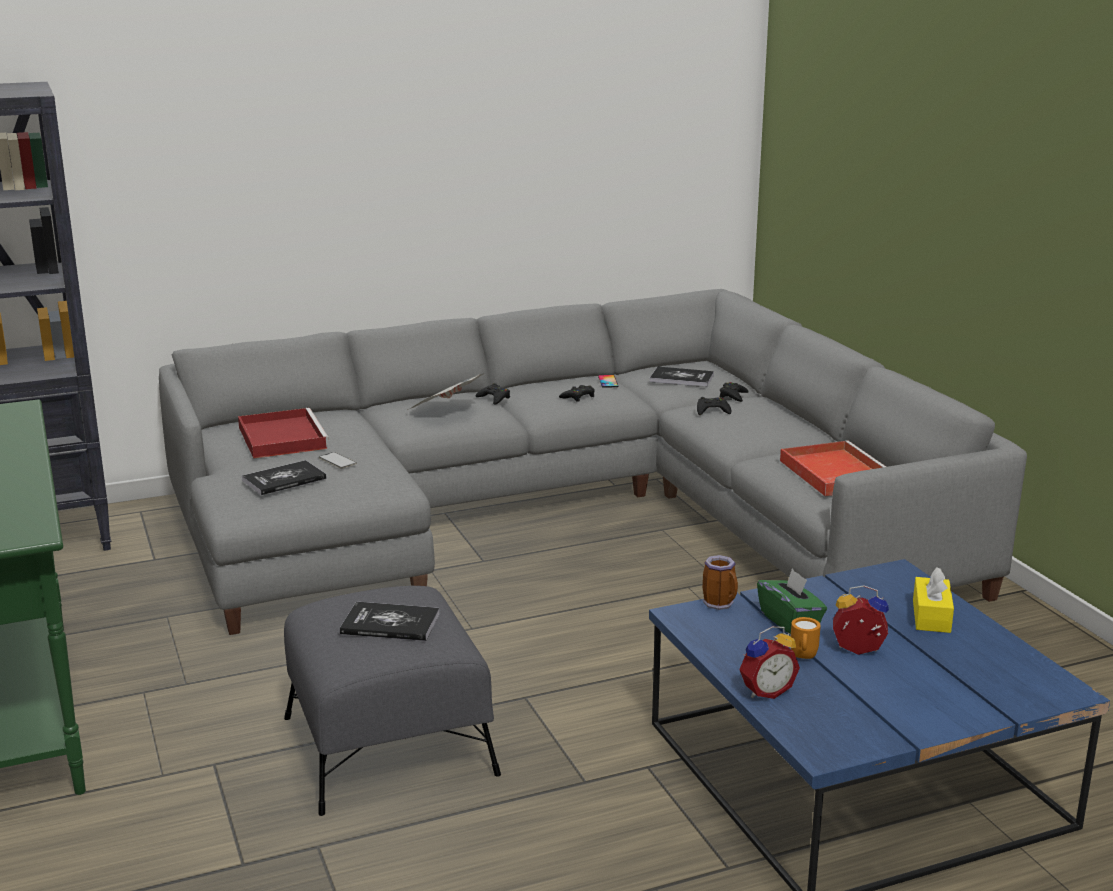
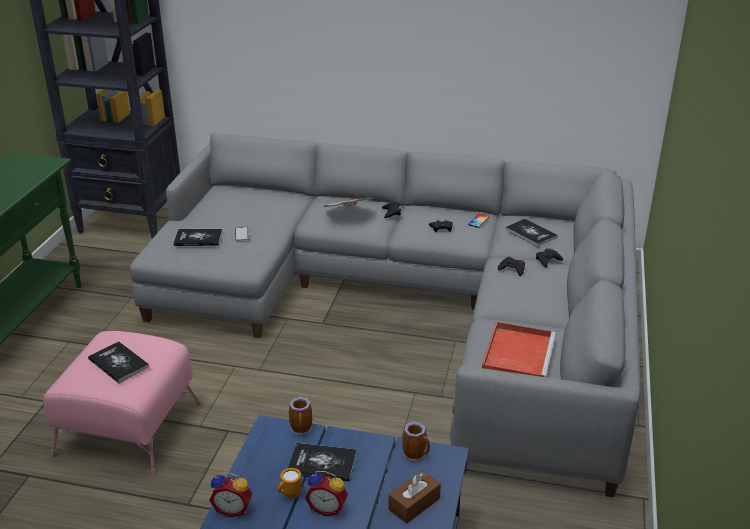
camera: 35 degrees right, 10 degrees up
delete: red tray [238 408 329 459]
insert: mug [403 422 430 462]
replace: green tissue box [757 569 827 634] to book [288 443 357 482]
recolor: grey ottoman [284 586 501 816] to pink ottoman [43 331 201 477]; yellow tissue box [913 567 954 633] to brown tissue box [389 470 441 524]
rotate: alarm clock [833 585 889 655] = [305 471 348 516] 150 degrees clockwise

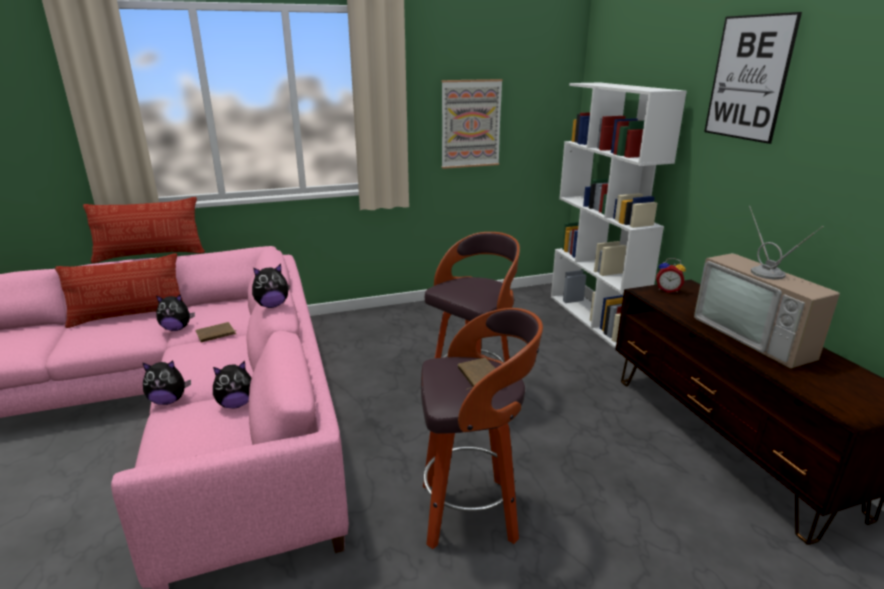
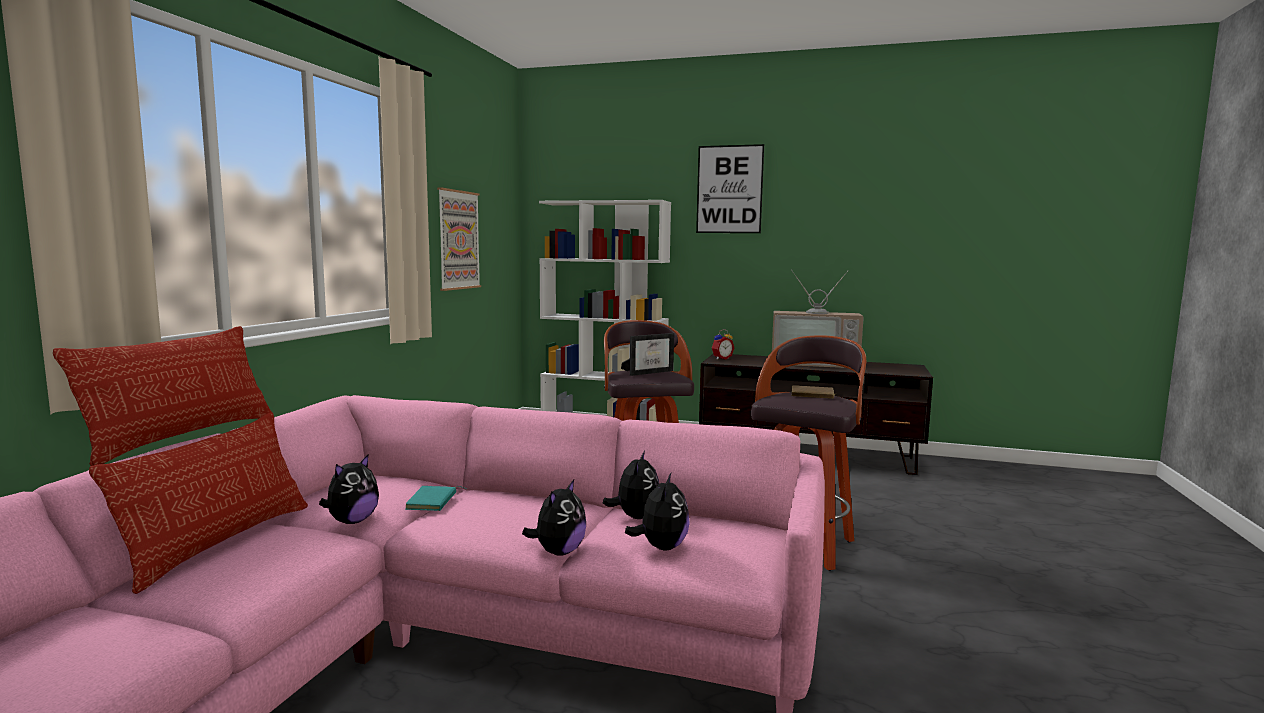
camera: 55 degrees left, 15 degrees down
insert: picture frame [621 333 674 376]
move: plush toy [252 264 290 308] to [625 473 690 550]
recolor: brown book [195 322 236 342] to turquoise book [405 486 466 511]

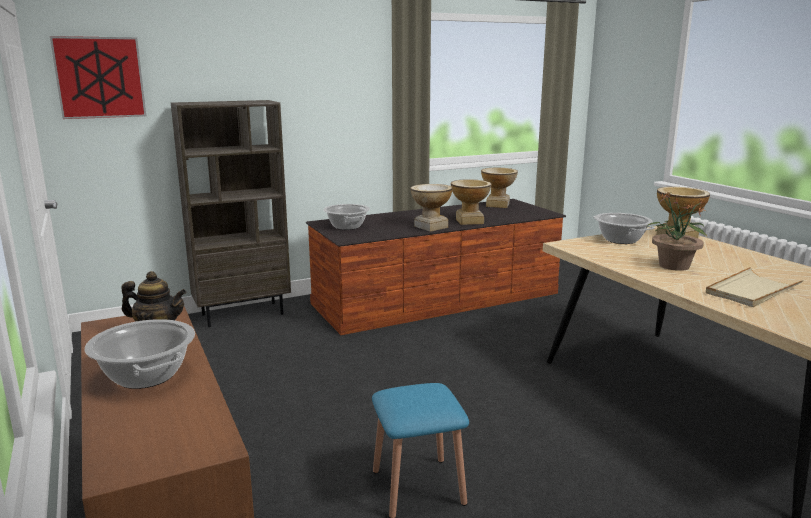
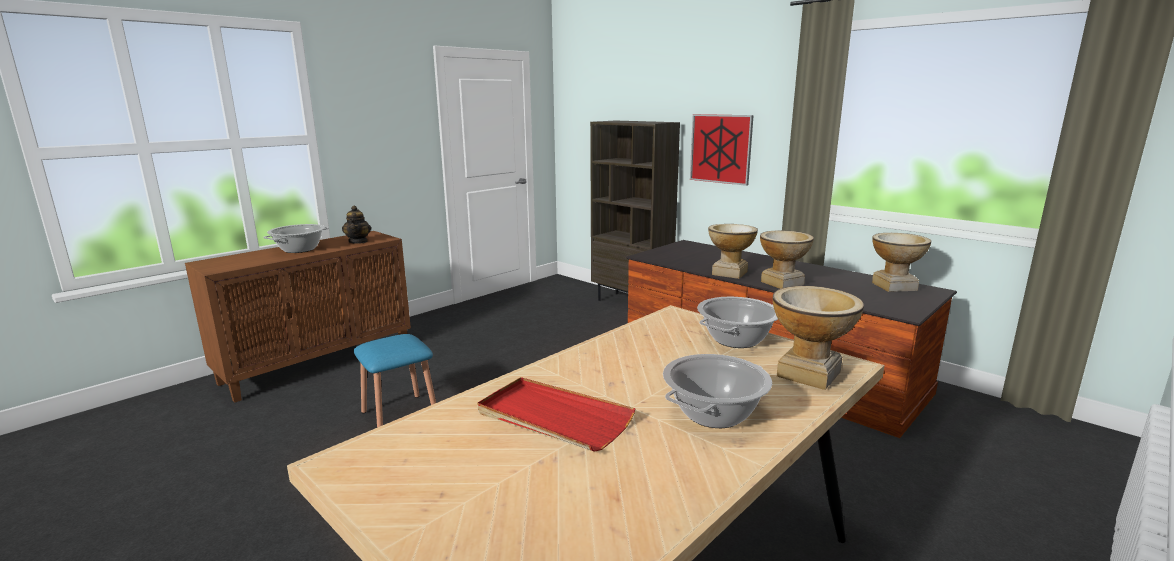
camera: 70 degrees right, 0 degrees up
delete: potted plant [647 191 708 271]
move: picture [50 36 146 119] to [690 114 754 186]; cooking pot [323 204 370 230] to [663 354 772 428]
recolor: beige tray [706 267 804 307] to red tray [477 377 636 452]

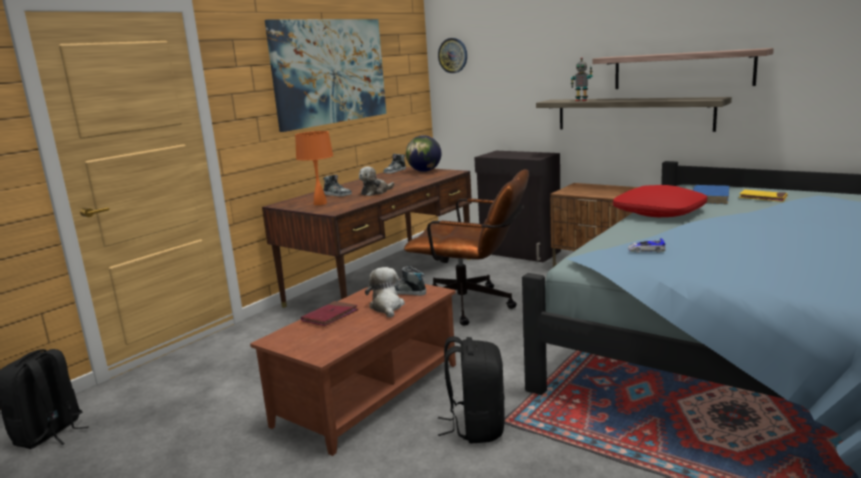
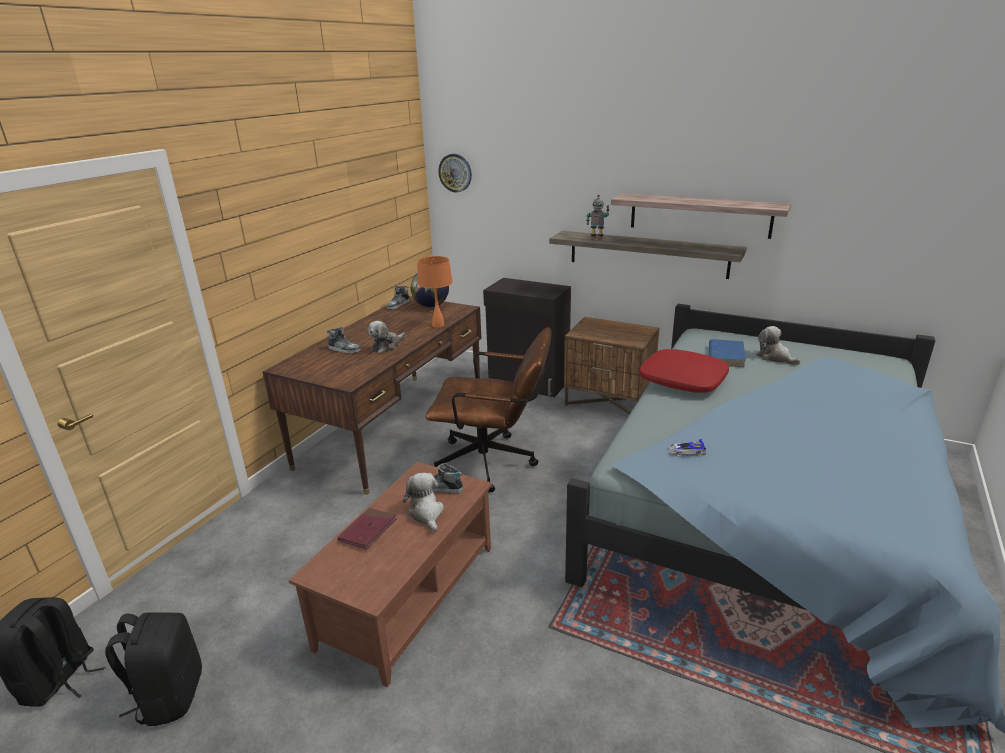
camera: 10 degrees left, 10 degrees up
delete: picture [265 19 386 132]
move: orange table lamp [295 131 333 205] to [417 256 453 328]; black backpack [438 336 505 444] to [105 612 202 726]
replace: yellow book [739 189 788 202] to plush toy [756 326 800 365]

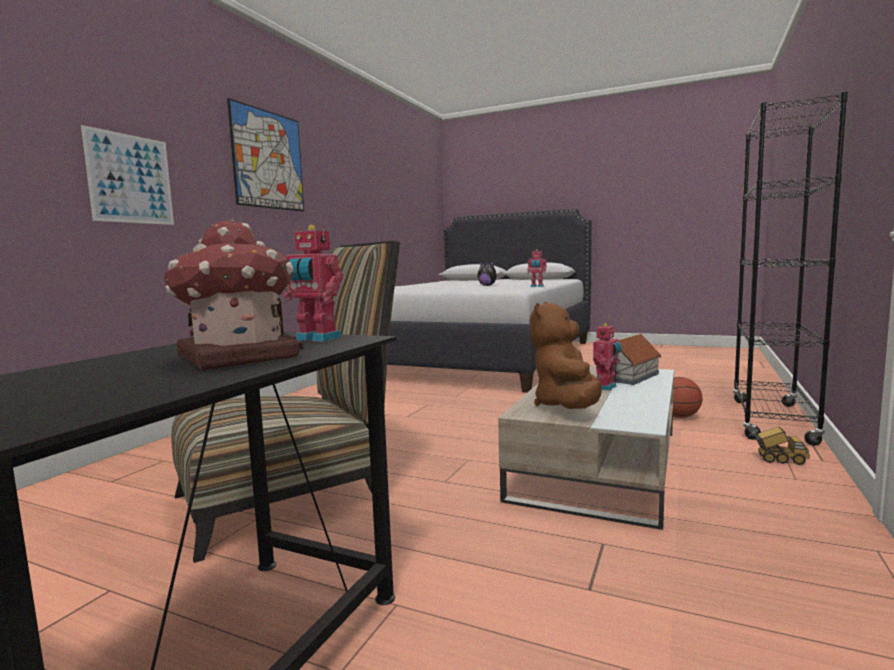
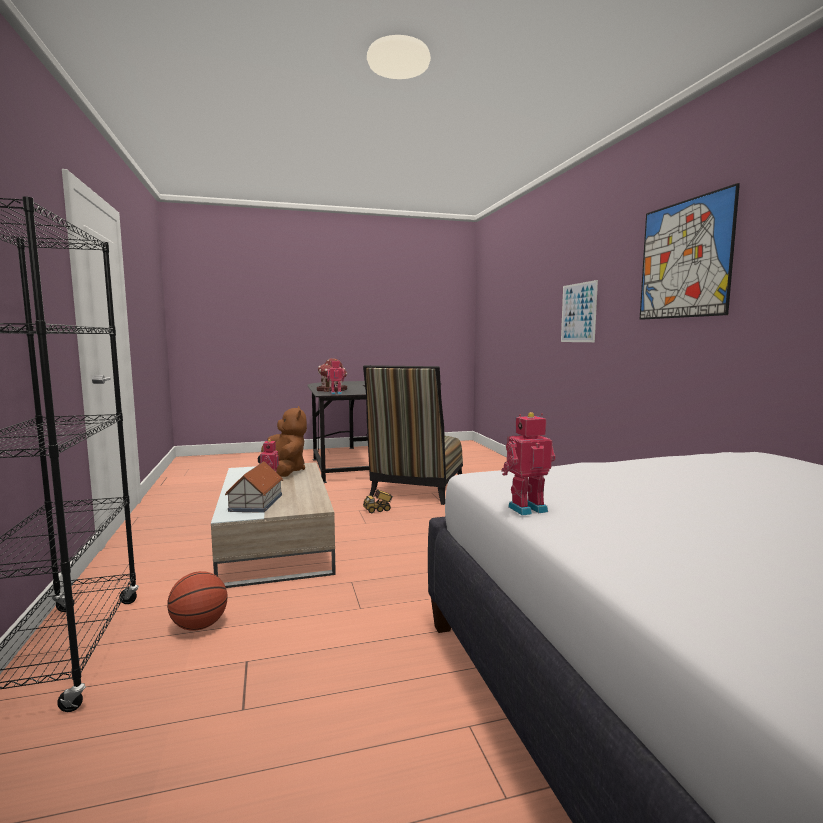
camera: 140 degrees right, 0 degrees up
delete: plush toy [477 261 500 286]
move: toy truck [755 427 810 465] to [363 489 392 513]

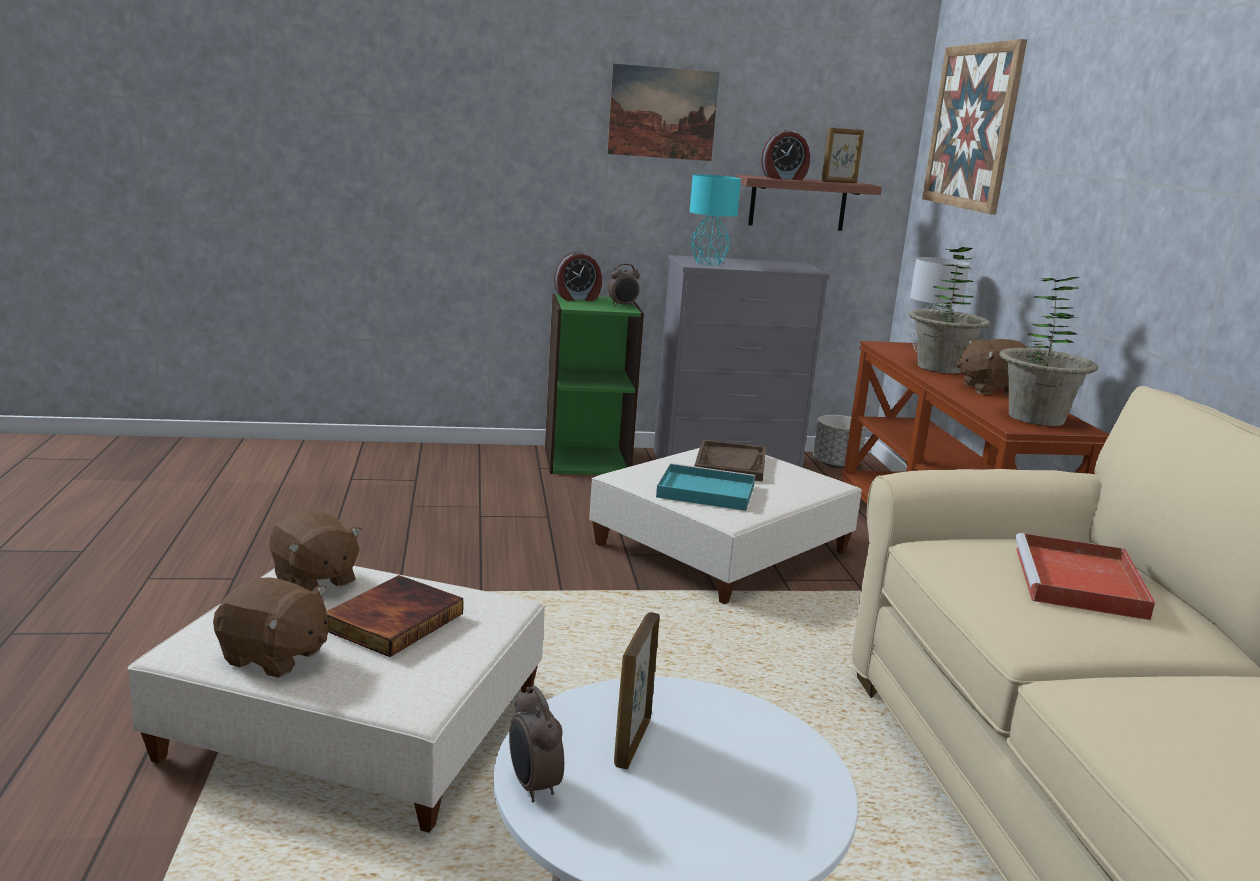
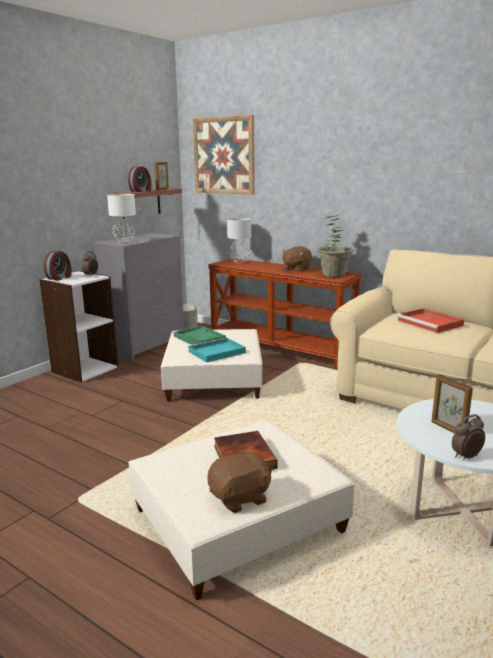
camera: 45 degrees left, 0 degrees up
delete: brown plush toy [269 511 362 591]; picture [607 63 720 161]; potted plant [909 247 990 374]
recolor: green bookcase [545 294 644 475] to white bookcase [39 271 118 382]; turquoise table lamp [690 174 741 265] to white table lamp [107 194 136 243]; brown tray [694 439 766 482] to green tray [174 326 226 345]
rotate: alarm clock [509 686 564 802] = [452 414 485 461] 135 degrees clockwise

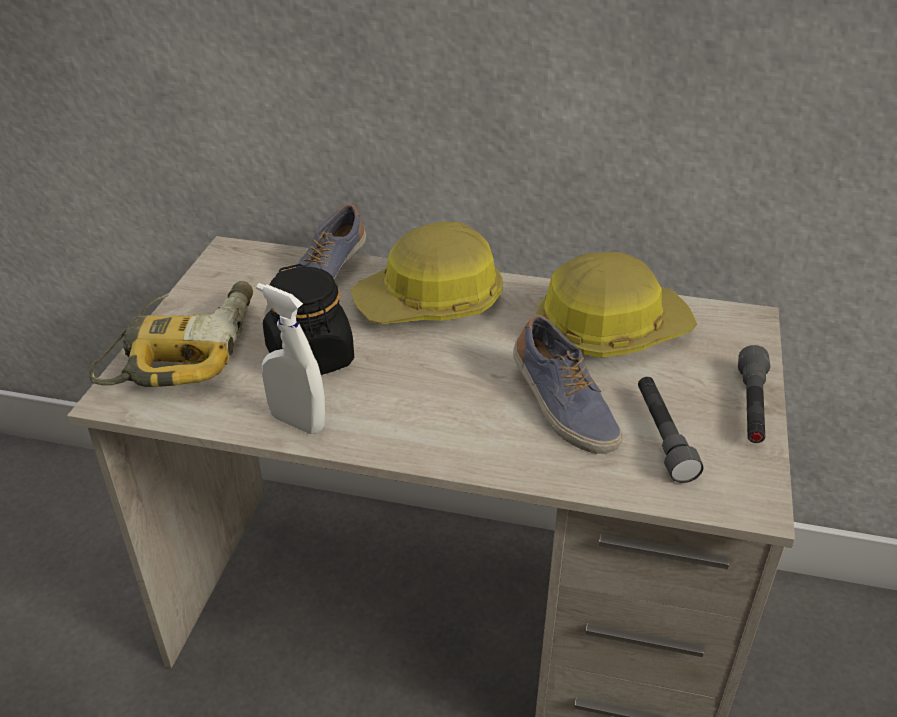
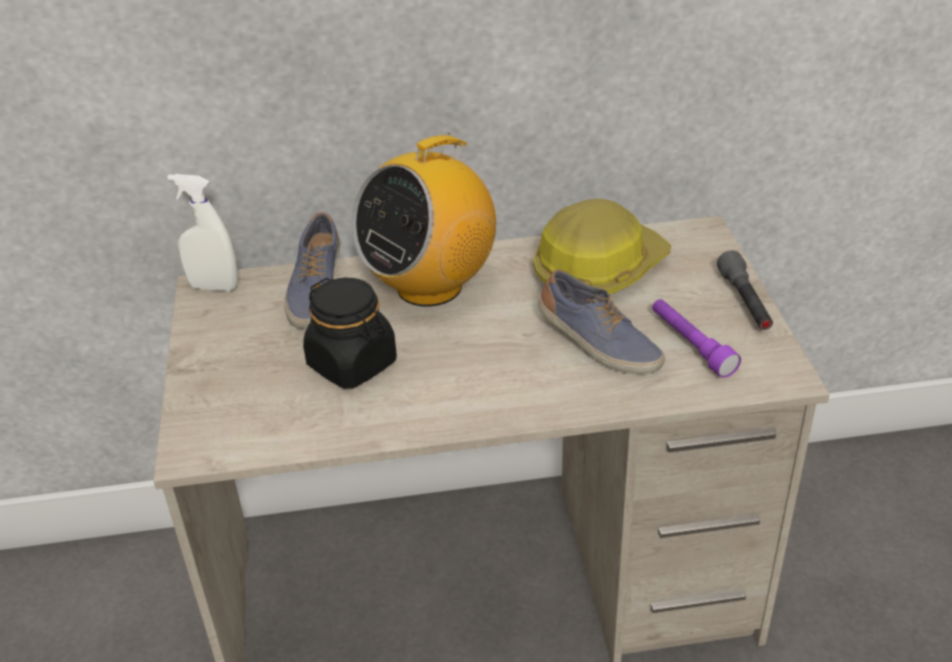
camera: 20 degrees left, 0 degrees up
delete: power drill [89 281 253 387]
move: white spray bottle [256 283 325 434] to [167 174 238 291]
replace: hard hat [351 221 503 324] to radio [351 133 496 307]
recolor: grey flashlight [638 377 703 483] to purple flashlight [652 299 741 378]

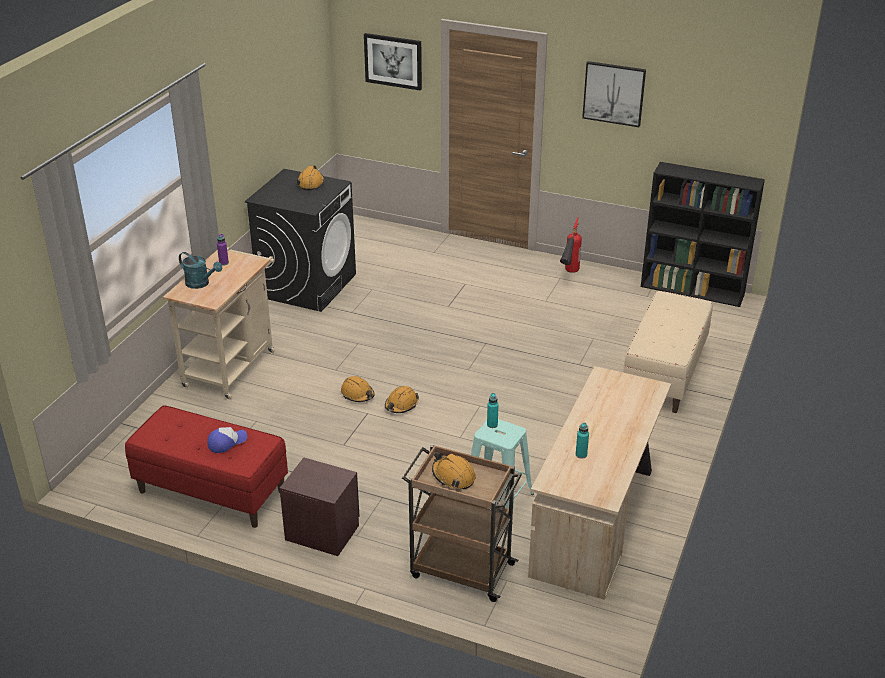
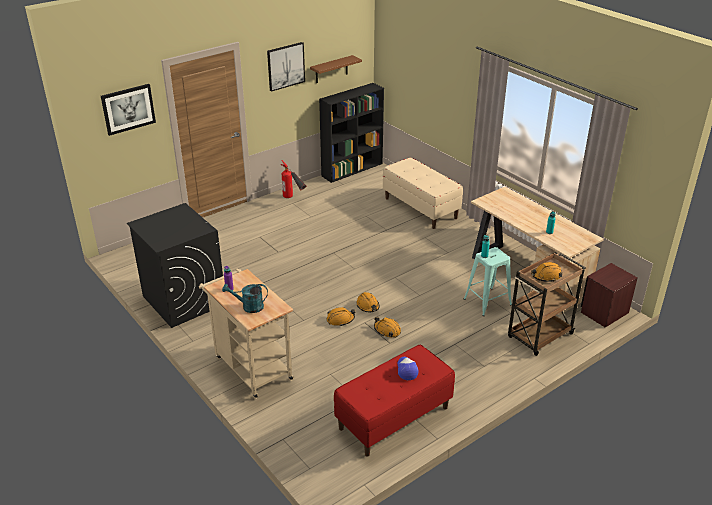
camera: 60 degrees left, 0 degrees up
insert: brown shelf [310 55 362 83]
move: brown nightstand [280 458 359 556] to [581 263 638 328]; orange hard hat [296 165 324 191] to [374 317 401 338]
rotate: turquoise watering can [179 252 222 289] = [222 284 268 313] 150 degrees counterclockwise

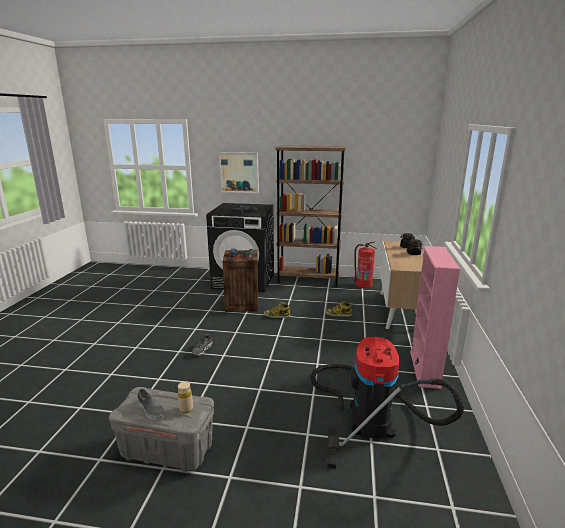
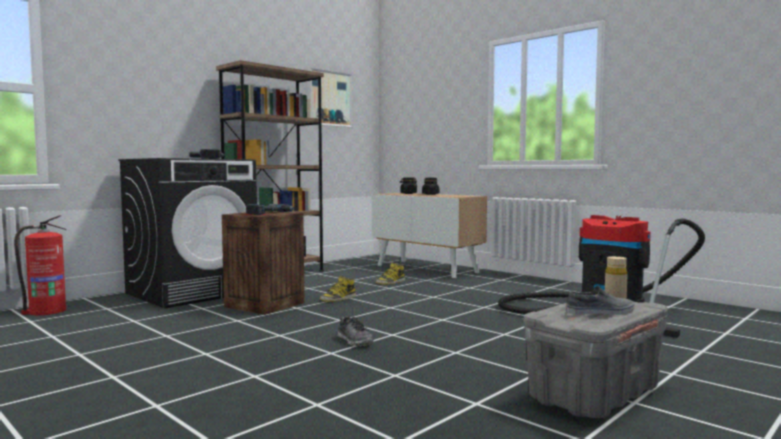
camera: 55 degrees left, 15 degrees down
delete: pink bookcase [410 246 460 389]
move: picture [219 152 259 193] to [308 68 352 127]; fire extinguisher [354 241 377 288] to [14 215 67 315]

